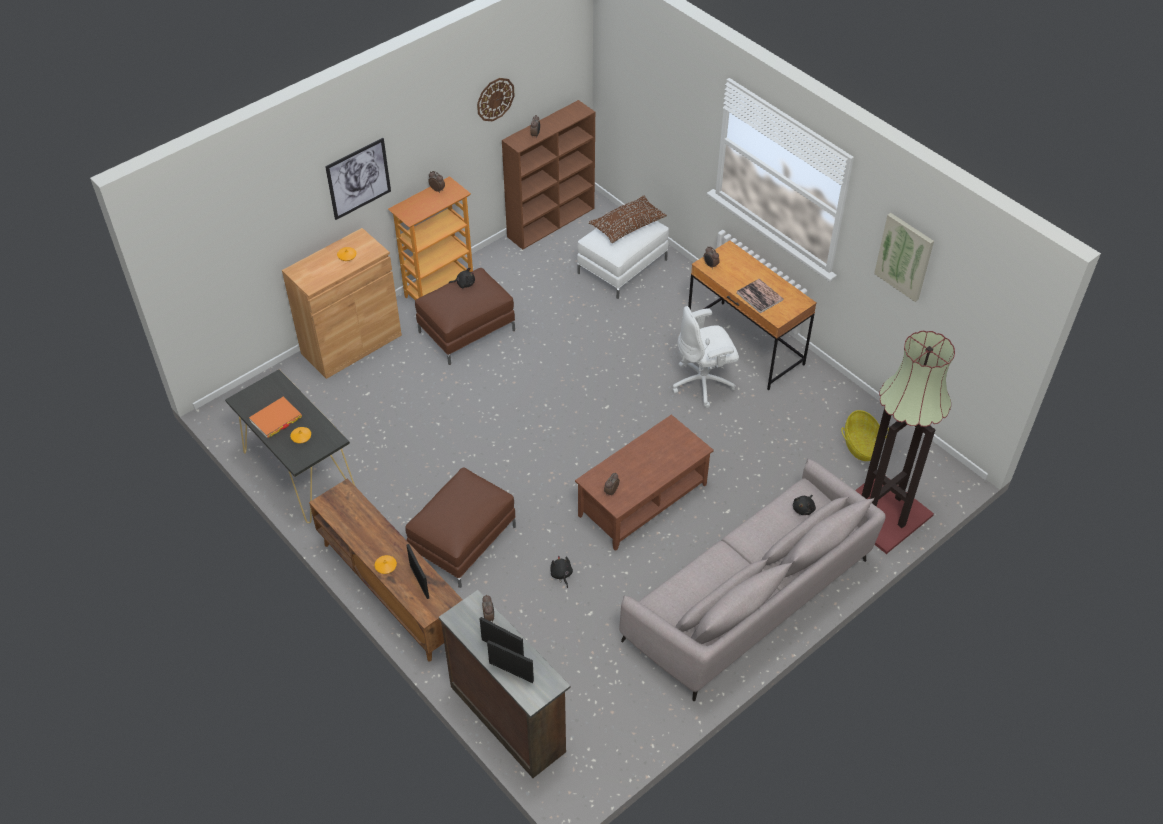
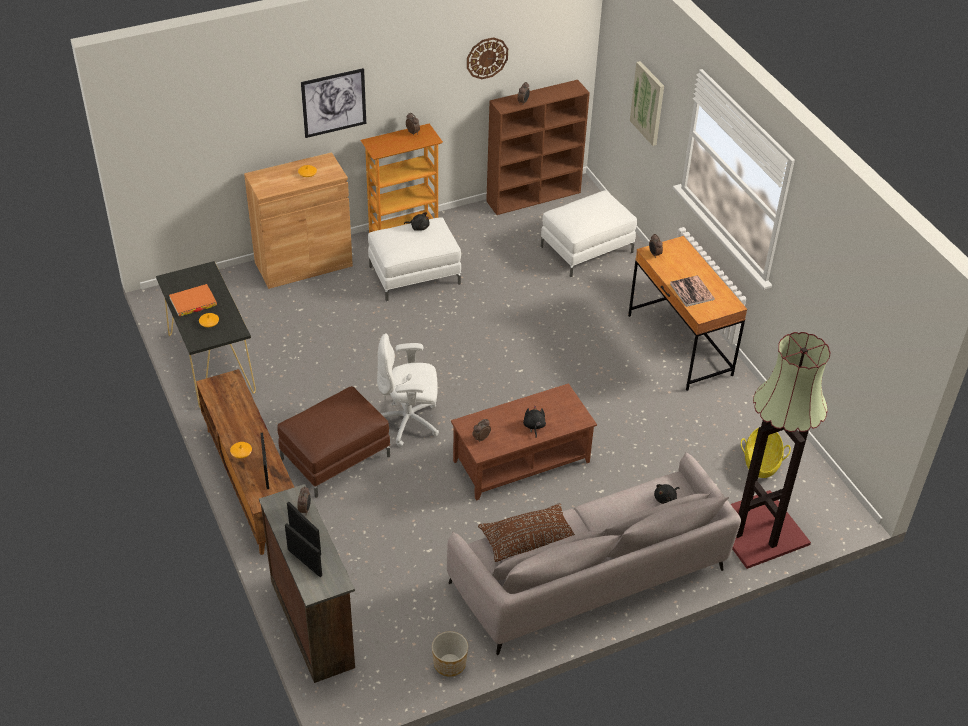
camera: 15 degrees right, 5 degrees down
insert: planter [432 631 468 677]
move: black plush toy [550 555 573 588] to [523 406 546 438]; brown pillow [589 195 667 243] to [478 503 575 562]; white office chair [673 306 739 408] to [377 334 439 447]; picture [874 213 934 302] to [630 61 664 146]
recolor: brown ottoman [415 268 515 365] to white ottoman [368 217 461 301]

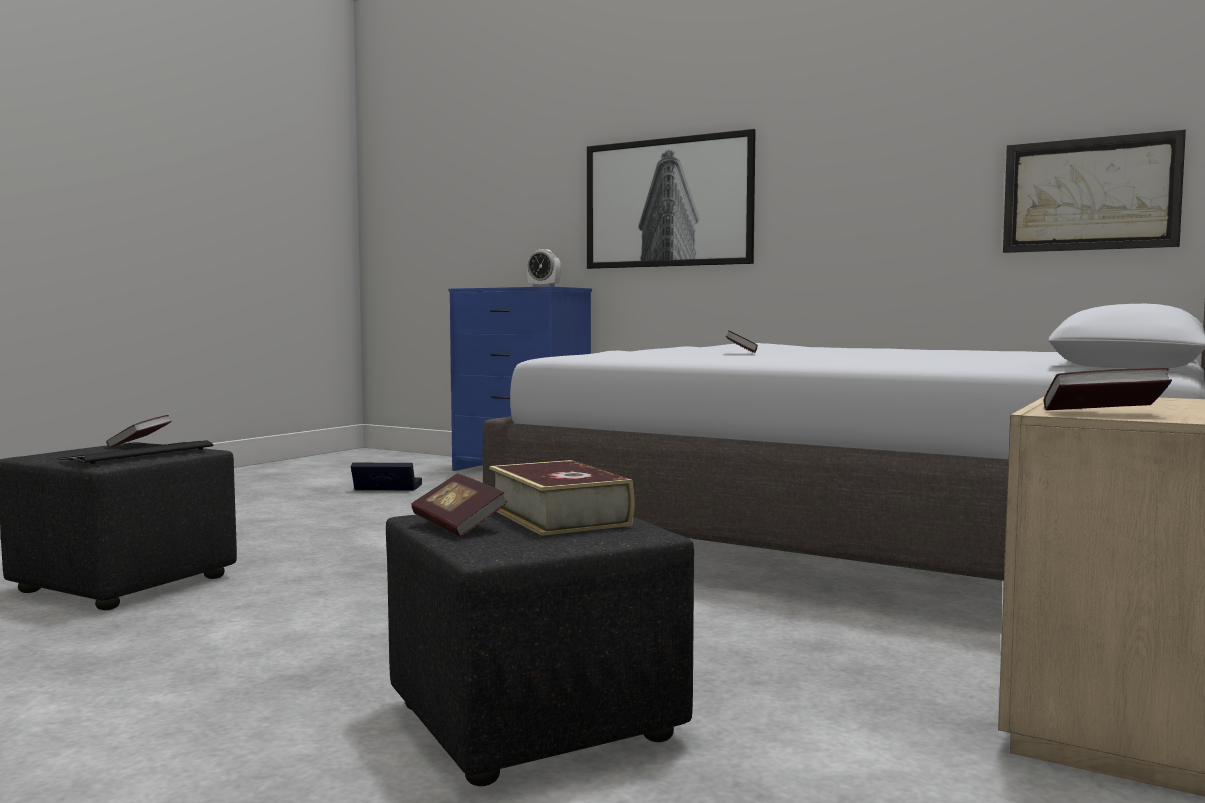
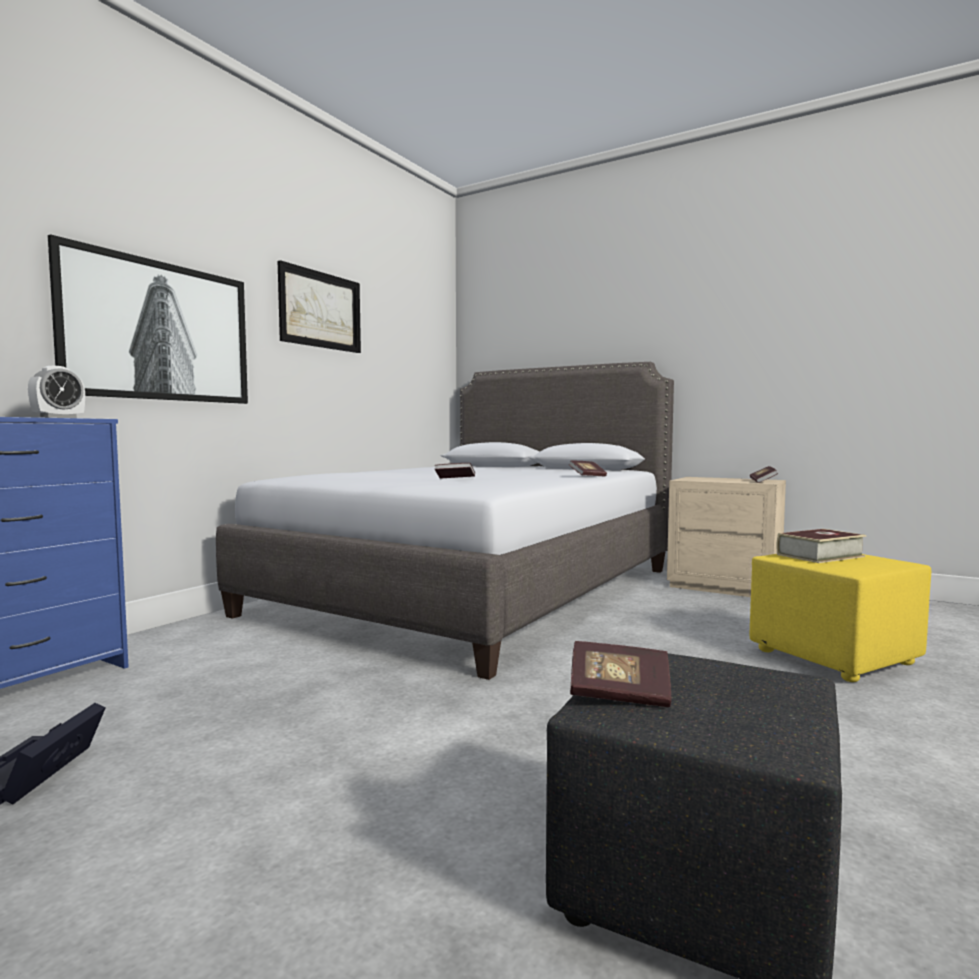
camera: 90 degrees left, 0 degrees up
delete: keyboard [57 440 214 464]
move: book [411 473 508 536] to [569 461 607 477]; picture [1003 129 1186 253] to [278 260 361 353]
recolor: black ottoman [386 512 694 786] to yellow ottoman [750 554 931 682]

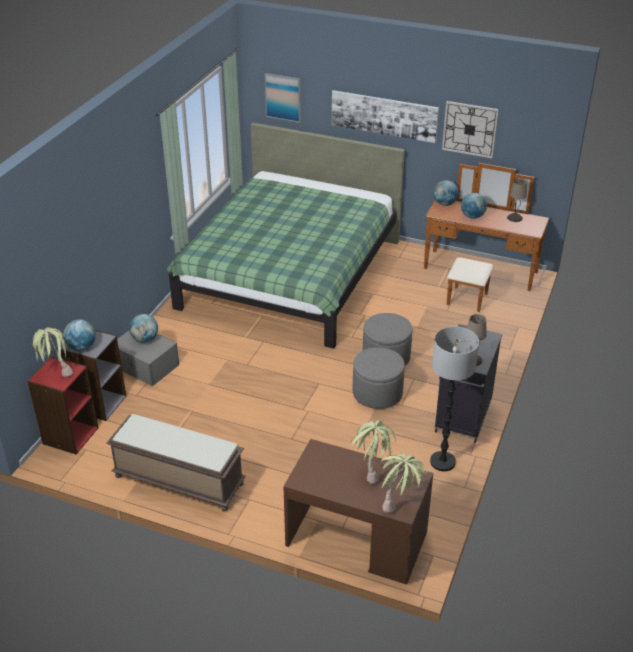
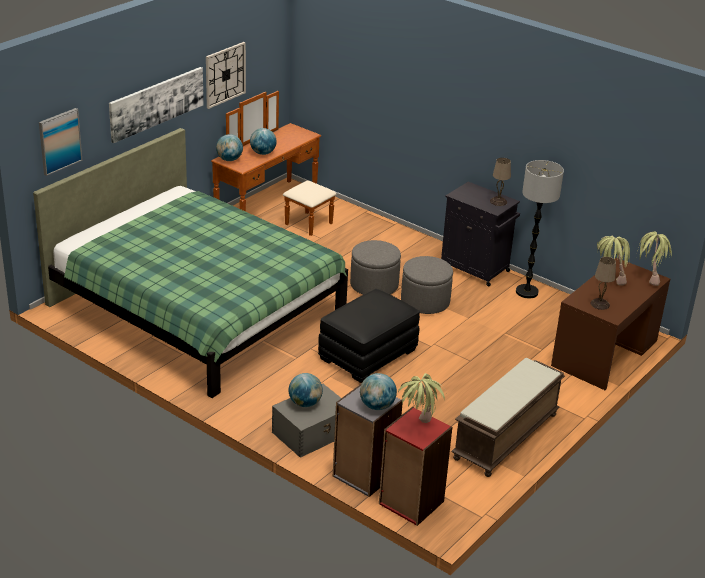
camera: 75 degrees left, 5 degrees down
insert: black ottoman [318 289 420 383]
move: beige table lamp [507 179 527 222] to [590 257 616 310]

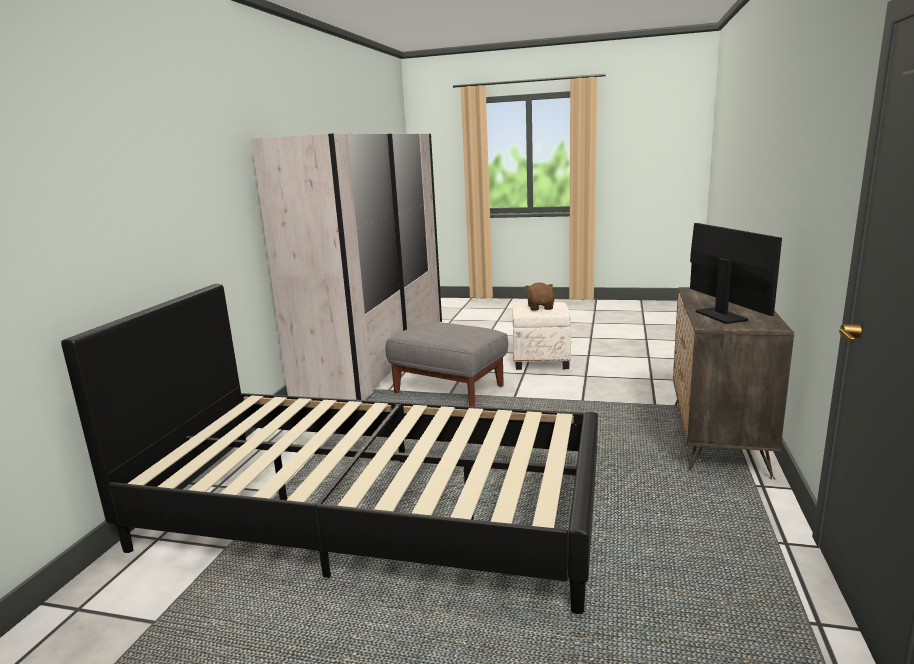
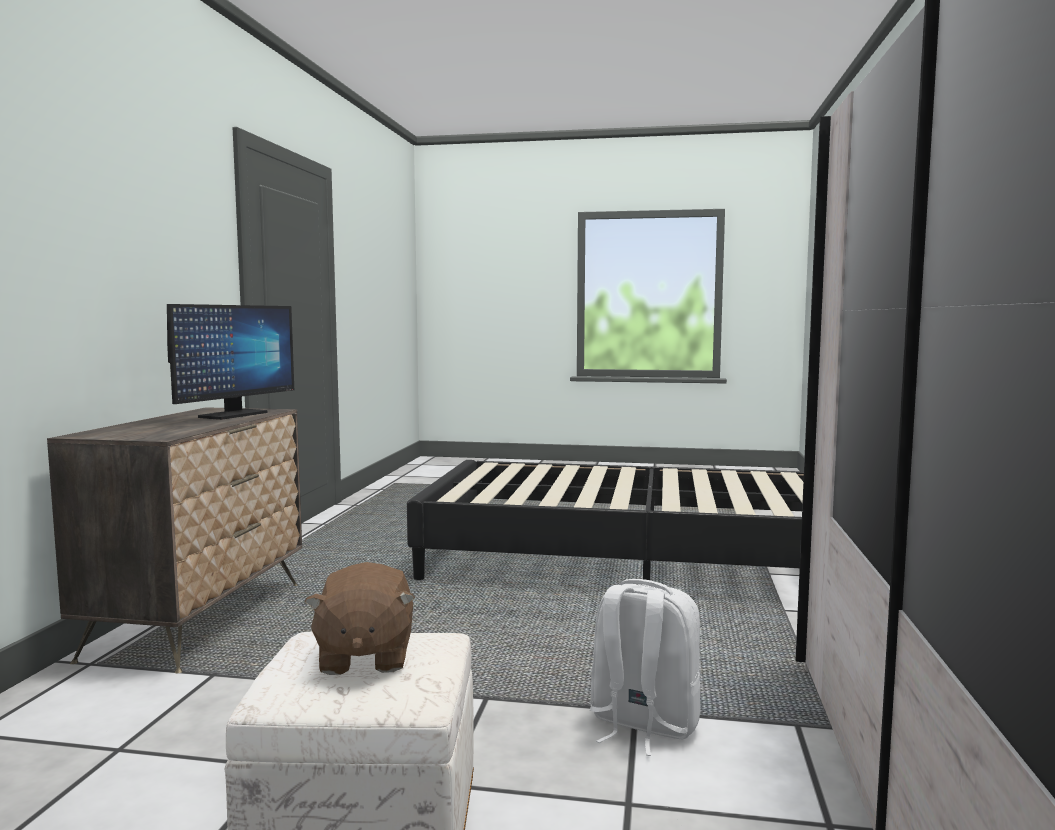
camera: 175 degrees right, 10 degrees down
replace: grey ottoman [385 322 508 406] to white backpack [590 579 701 756]
rotate: monitor [690 223 782 324] = [167 304 294 420] 135 degrees counterclockwise

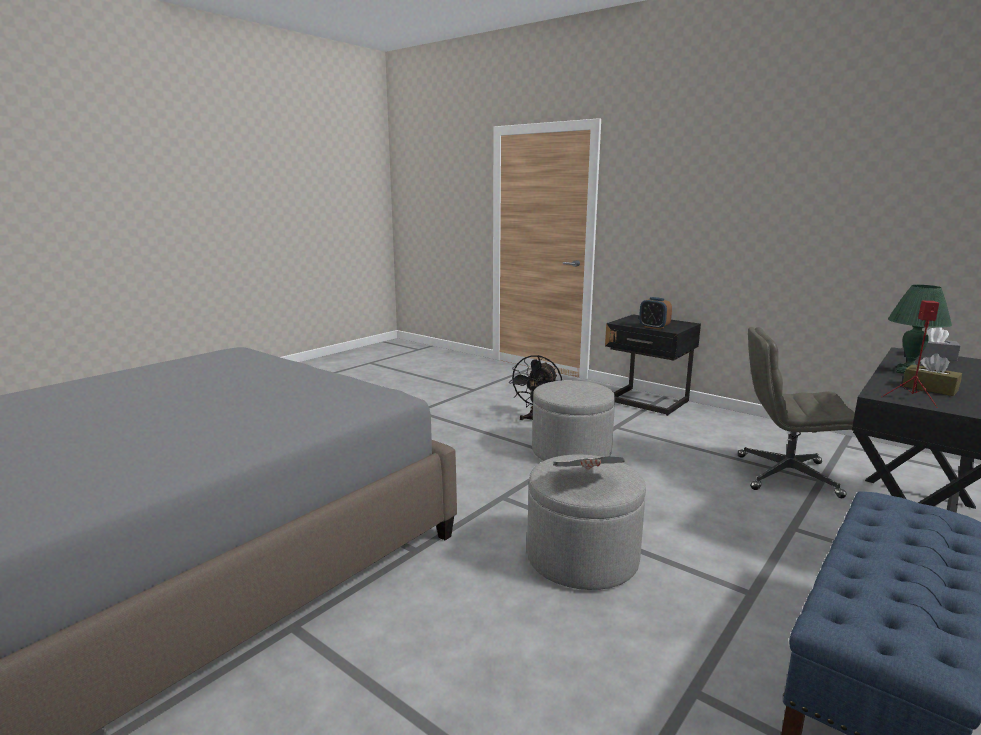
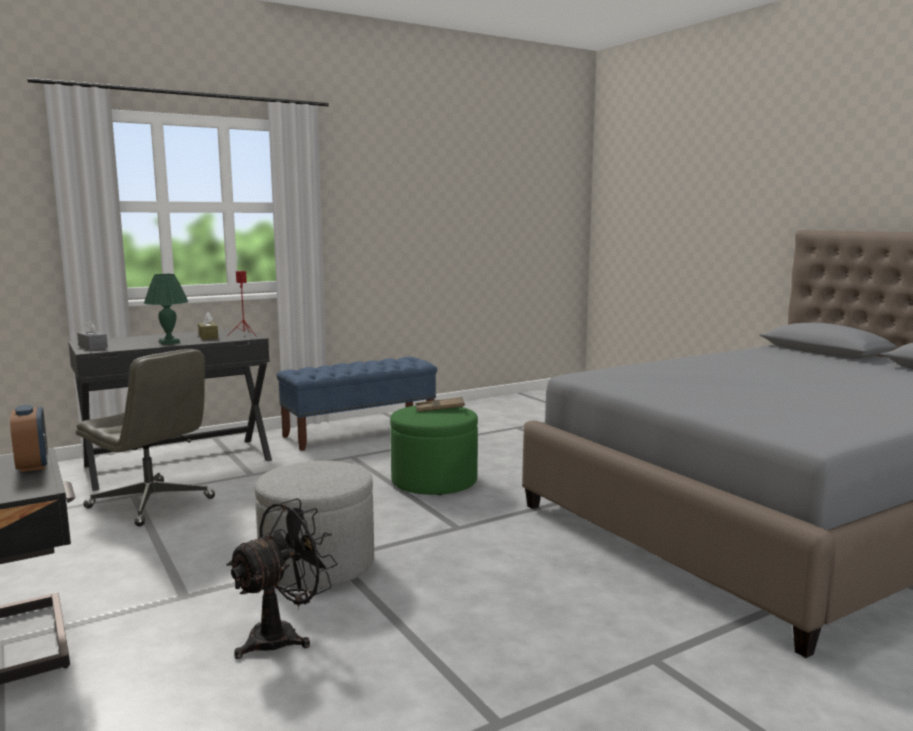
camera: 160 degrees left, 5 degrees down
replace: newspaper [553 457 625 470] to brown tray [416 397 465 412]
recolor: grey ottoman [527 454 646 590] to green ottoman [390 406 478 495]

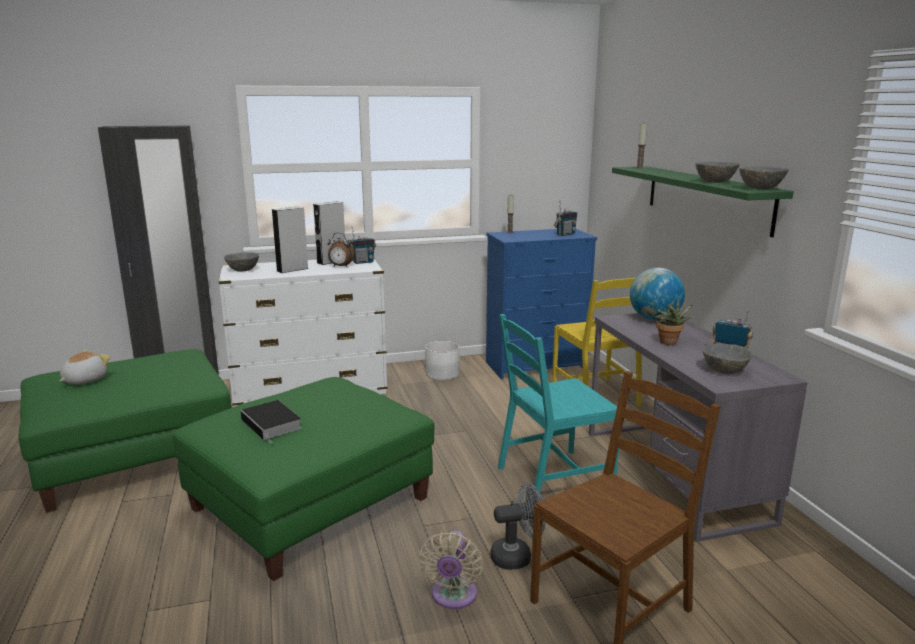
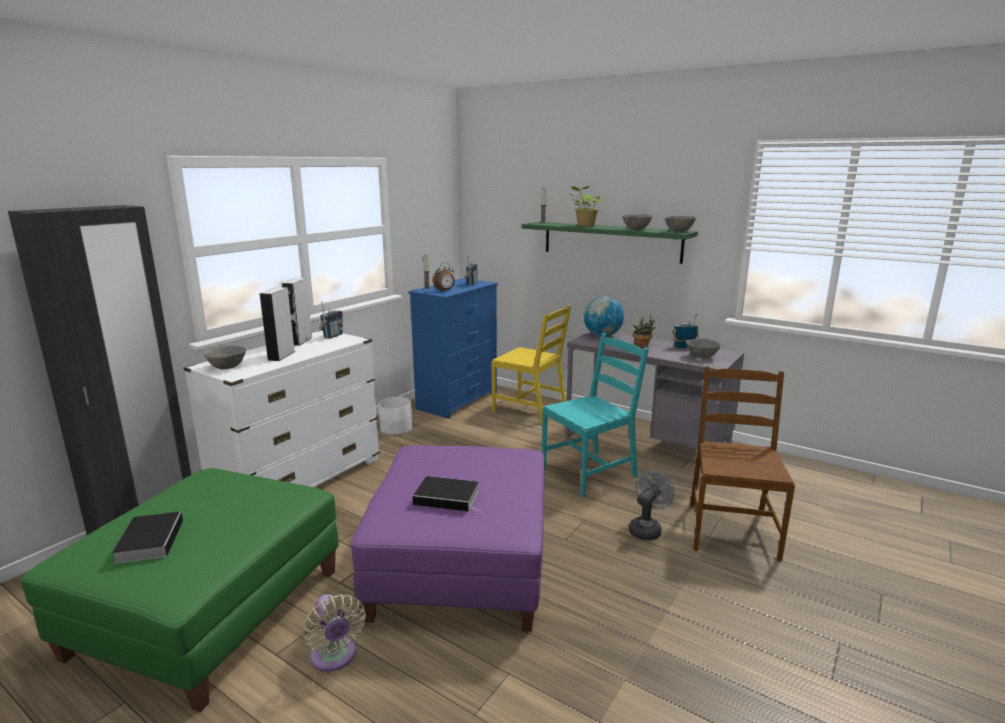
camera: 40 degrees left, 0 degrees up
insert: potted plant [570 186 603 227]
move: alarm clock [328 233 355 267] to [433 262 455 292]; beige fan [419 530 483 609] to [302 594 366 672]
replace: plush toy [59 350 110 385] to book [112 511 183 564]
recolor: green ottoman [173 377 434 581] to purple ottoman [351 445 544 632]
rotate: turquoise chair [498 314 619 495] = [542 333 649 497] 150 degrees counterclockwise

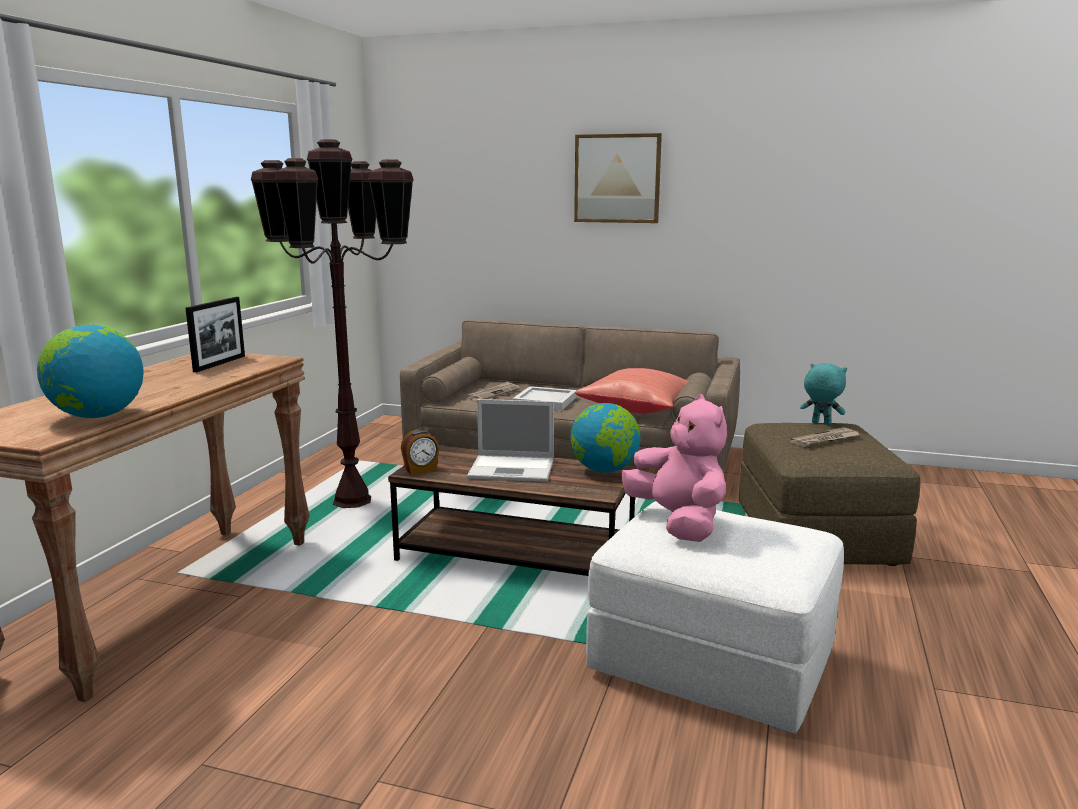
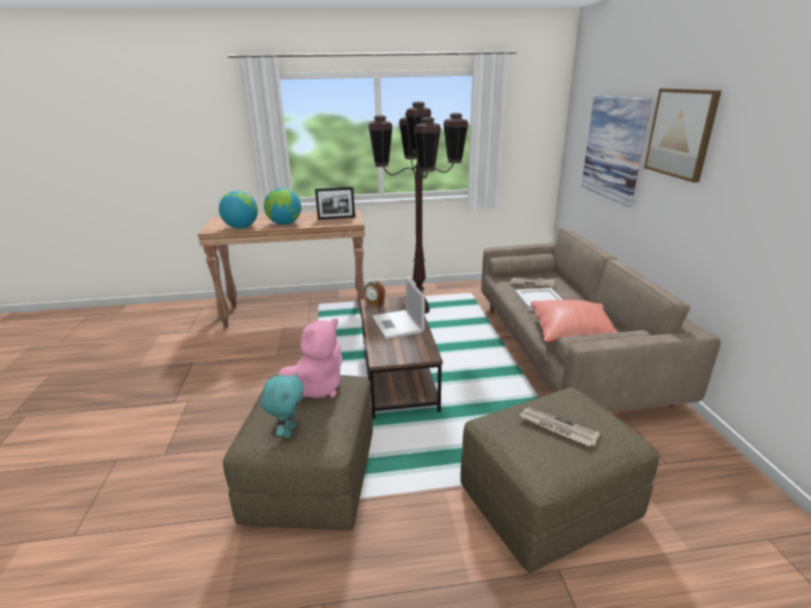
camera: 65 degrees right, 10 degrees up
insert: picture [581 95 652 207]
move: globe [570 403 641 473] to [264 188 301 225]; turquoise plush toy [800 363 847 425] to [261 372 304 438]
recolor: white ottoman [586 501 844 733] to brown ottoman [223 374 373 530]

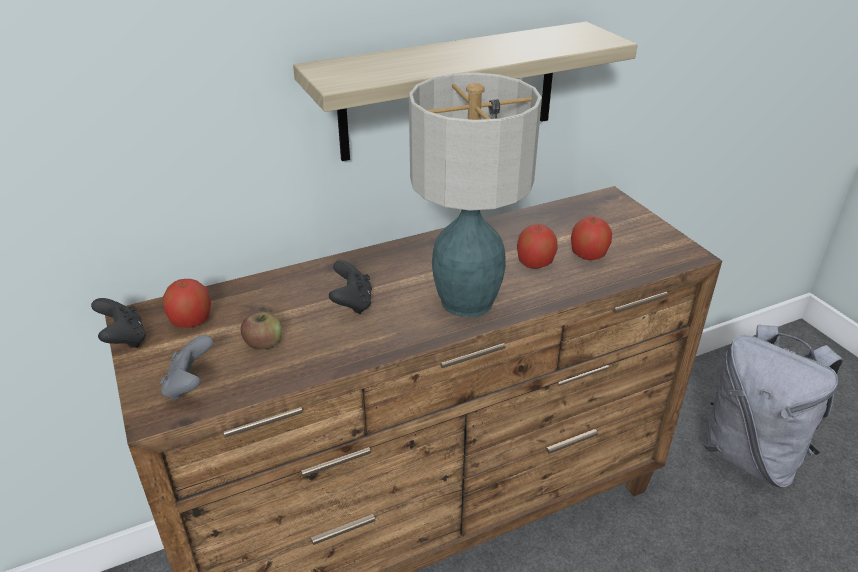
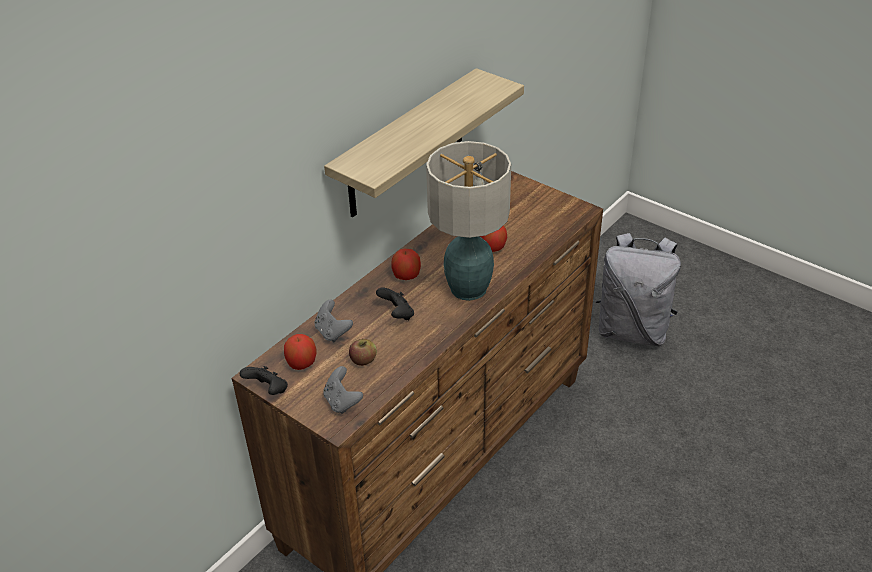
camera: 25 degrees left, 5 degrees up
insert: grey game controller [314 300 353 342]
move: apple [571 216 612 260] to [391 249 421 280]

